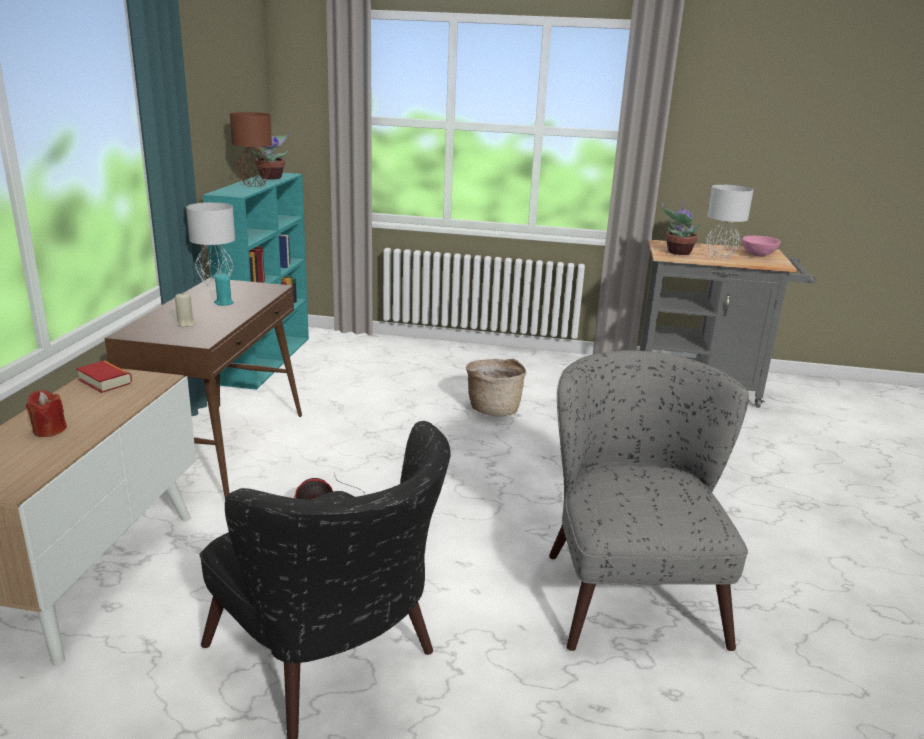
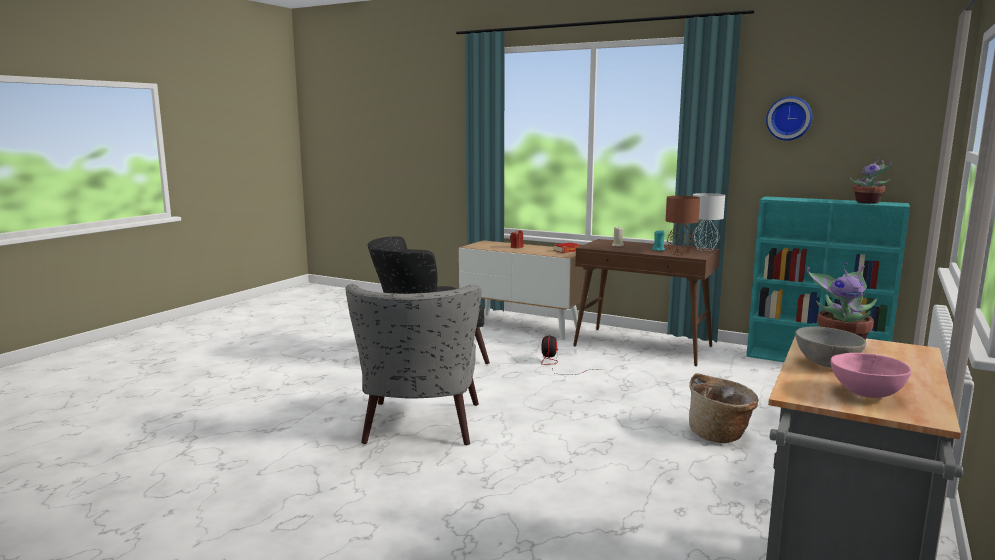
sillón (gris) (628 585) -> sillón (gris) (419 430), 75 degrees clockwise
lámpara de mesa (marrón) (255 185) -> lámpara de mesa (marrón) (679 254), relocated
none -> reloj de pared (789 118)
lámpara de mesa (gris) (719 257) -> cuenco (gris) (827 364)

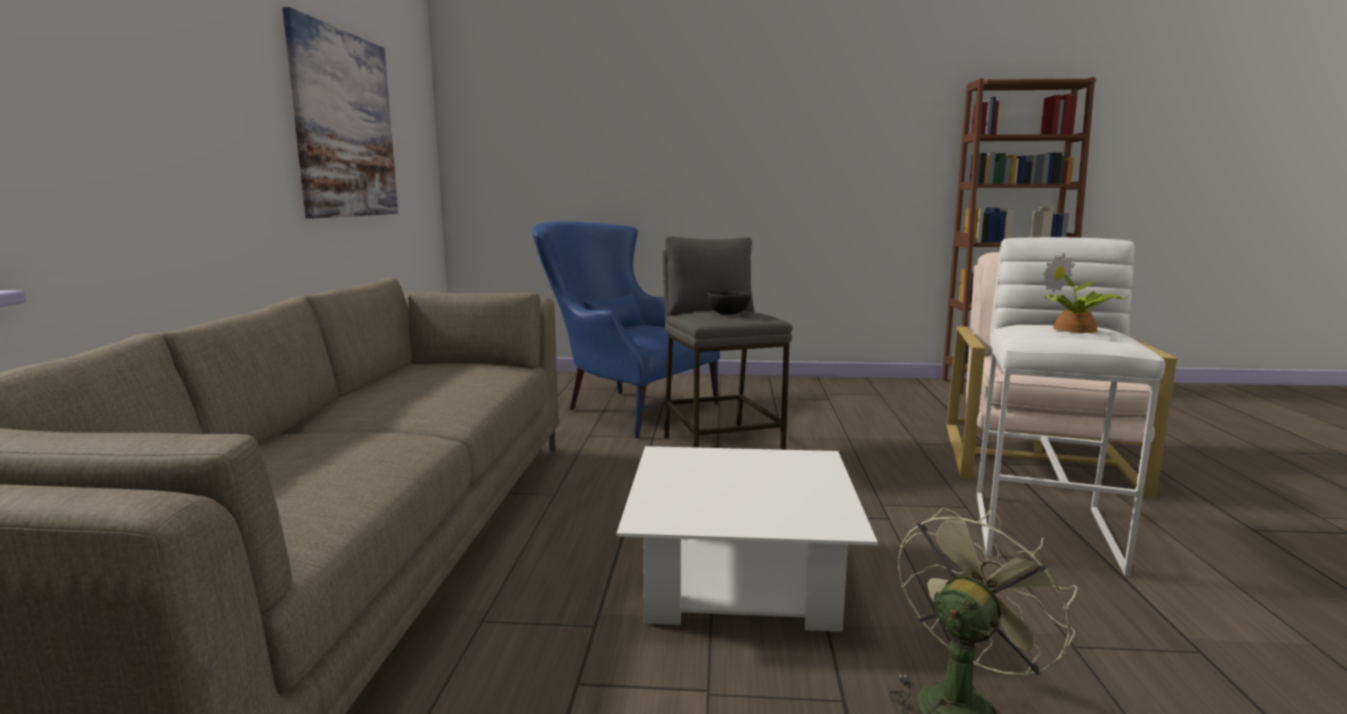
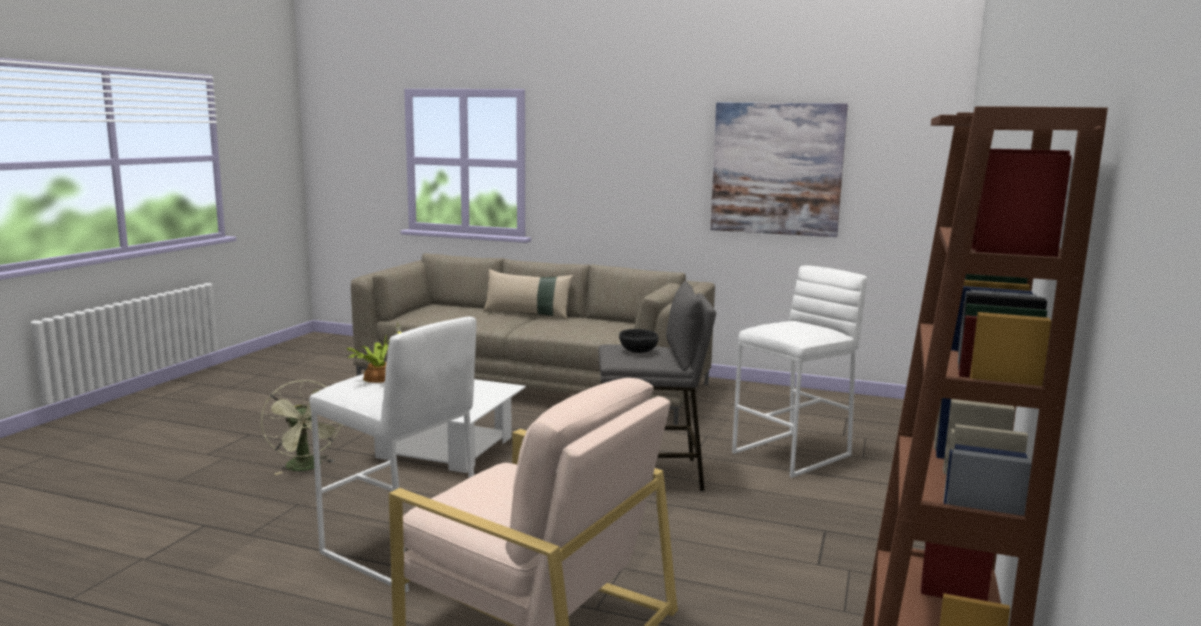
none -> cojín (beis) (528 314)
sillón (azul) (621 407) -> taburete (blanco) (793 454)

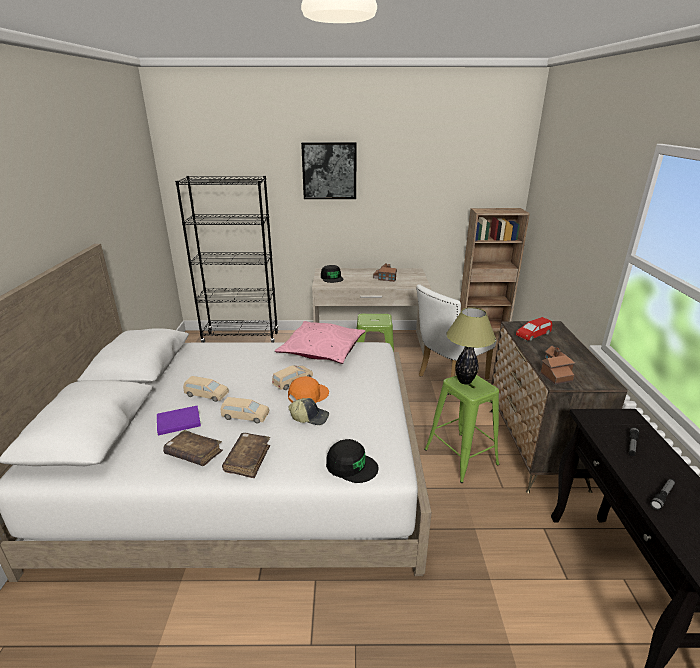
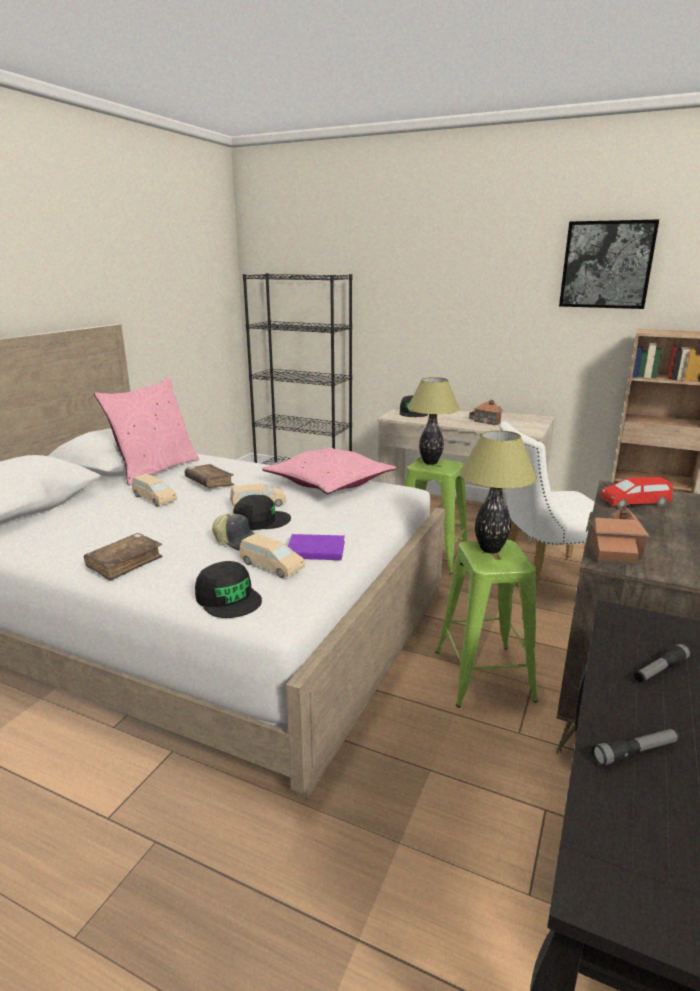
none -> cojín (rosa) (155 470)
libro (marrón) (194 454) -> libro (marrón) (209 483), relocated
gorra (naranja) (308 395) -> gorra (negro) (261 520)
coche de juguete (beis) (245 416) -> coche de juguete (beis) (271 566), relocated
libro (morado) (177 421) -> libro (morado) (314 549), relocated
none -> lámpara de mesa (430 462)
cuadro (329 171) -> cuadro (606 265), relocated

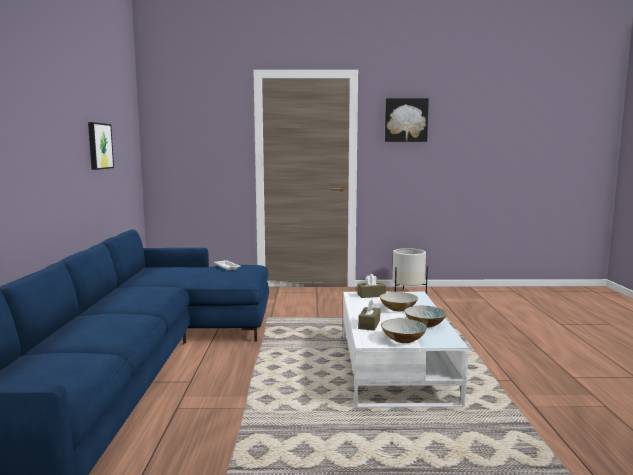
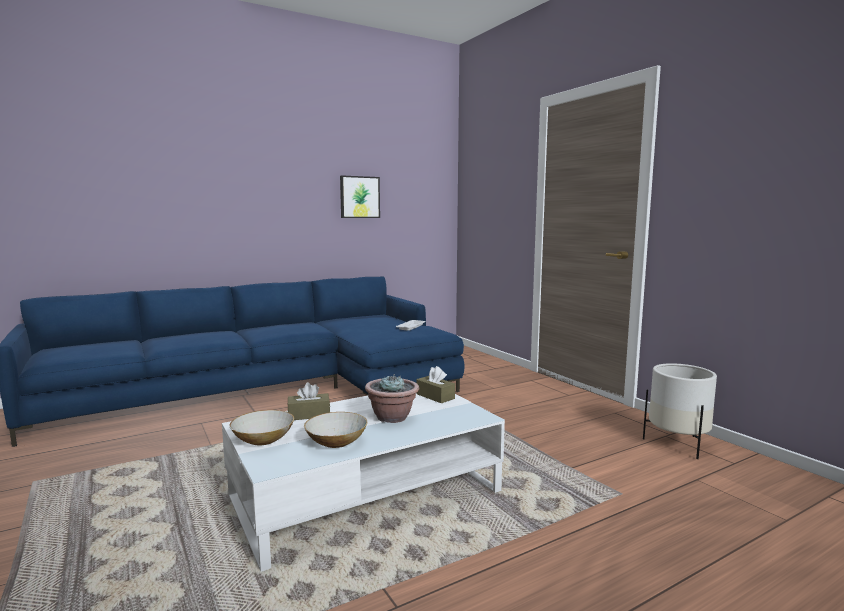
cuenco (397 308) -> planta en maceta (392 417)
cuadro (406 120) -> none

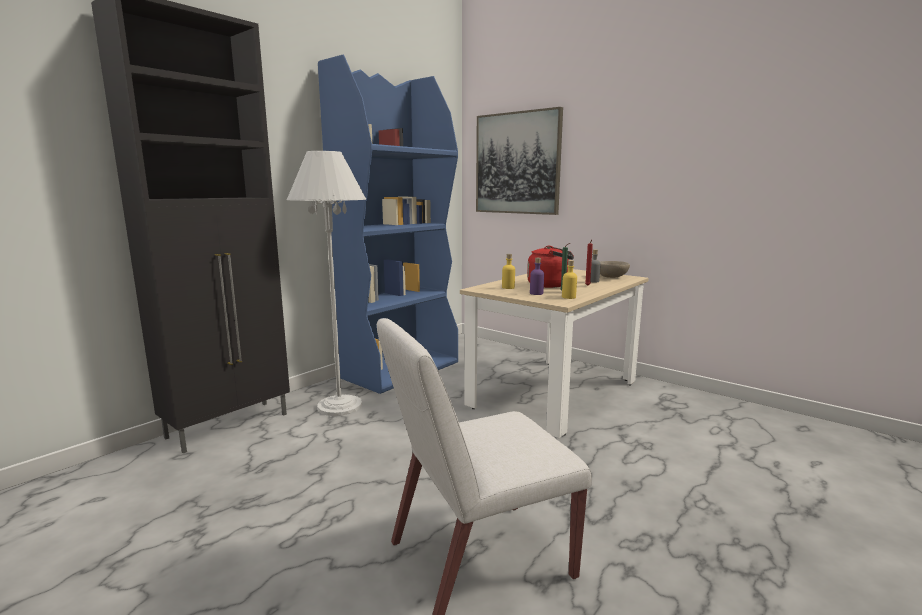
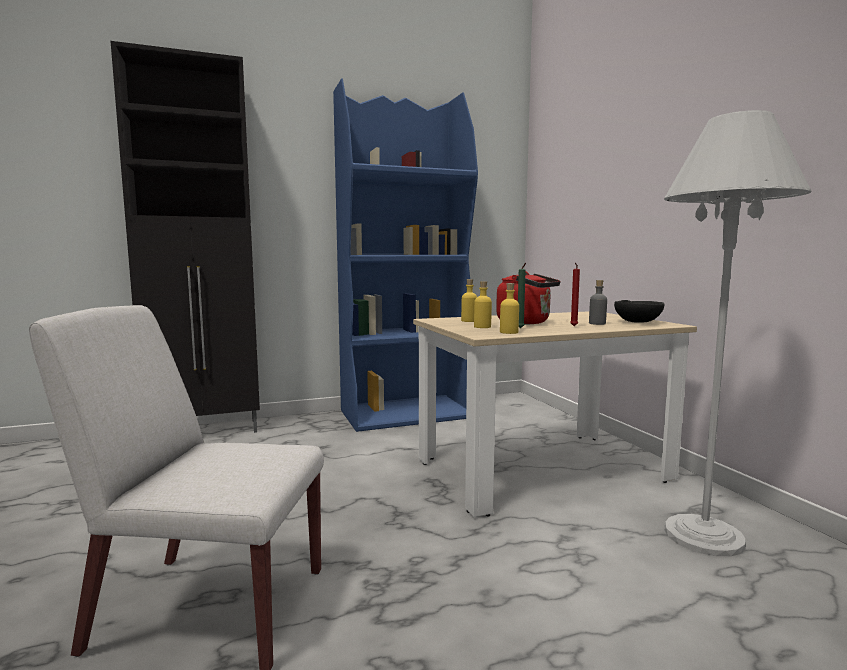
botella (morado) (536 293) -> botella (amarillo) (482 327)
cuenco (beis) (611 277) -> cuenco (negro) (638 322)
lámpara de pie (blanco) (339 406) -> lámpara de pie (blanco) (703 536), relocated
cuadro (517 163) -> none

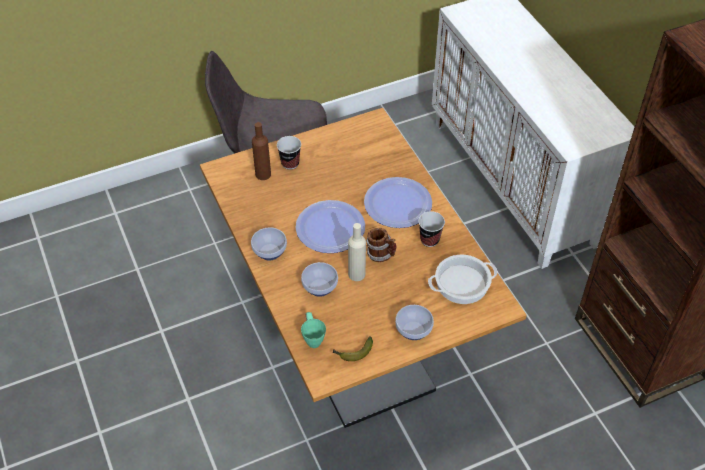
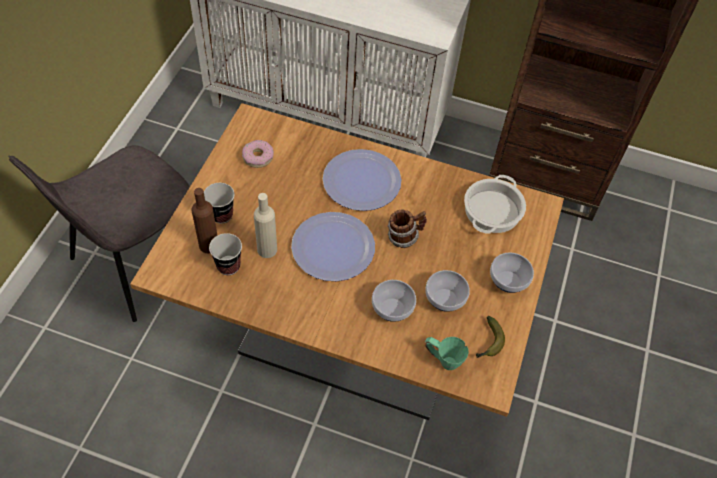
taza (429 240) -> taza (228 266), relocated
none -> rosquilla (258 157)
botella (beis) (356 274) -> botella (beis) (267 249), relocated
cuenco (270 253) -> cuenco (446 300), relocated

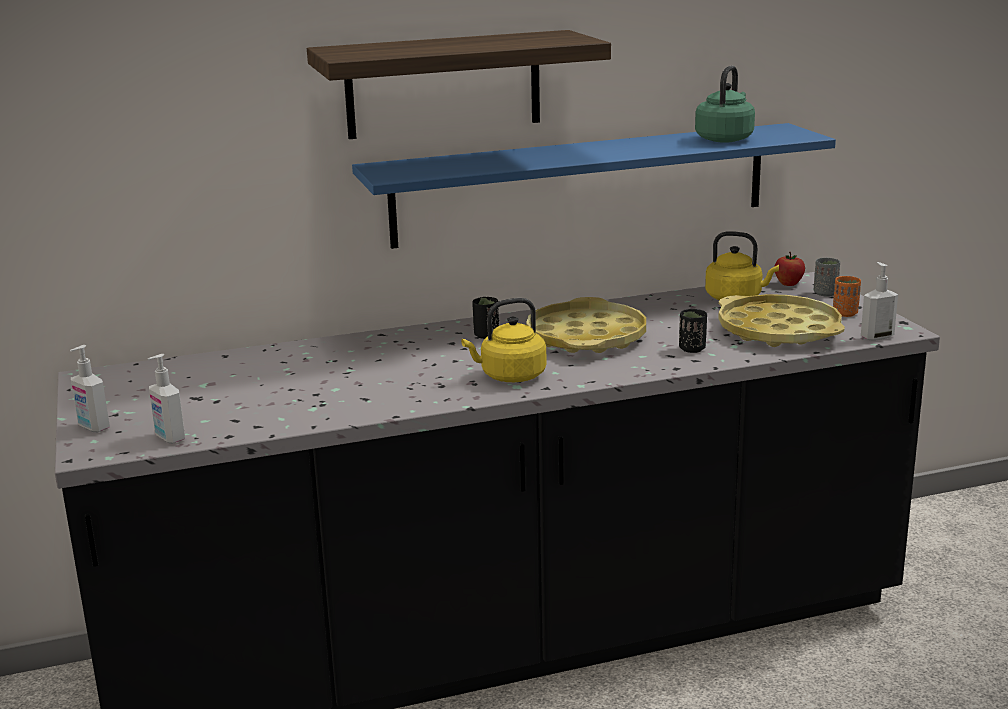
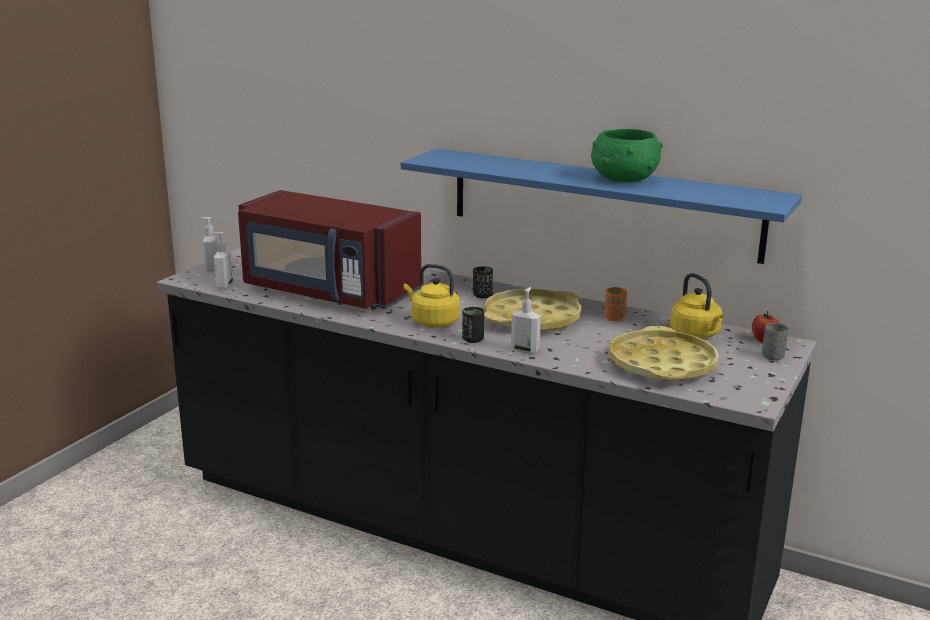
none -> microondas (rojo) (328 292)
taza (negro) (692 349) -> taza (negro) (473 339), relocated
dispensador de jabón (876 337) -> dispensador de jabón (525 350), relocated
none -> cuenco (verde) (623 179)
taza (naranja) (845 313) -> taza (naranja) (614 318), relocated
estante (443 84) -> none
hervidor (verde) (725 139) -> none

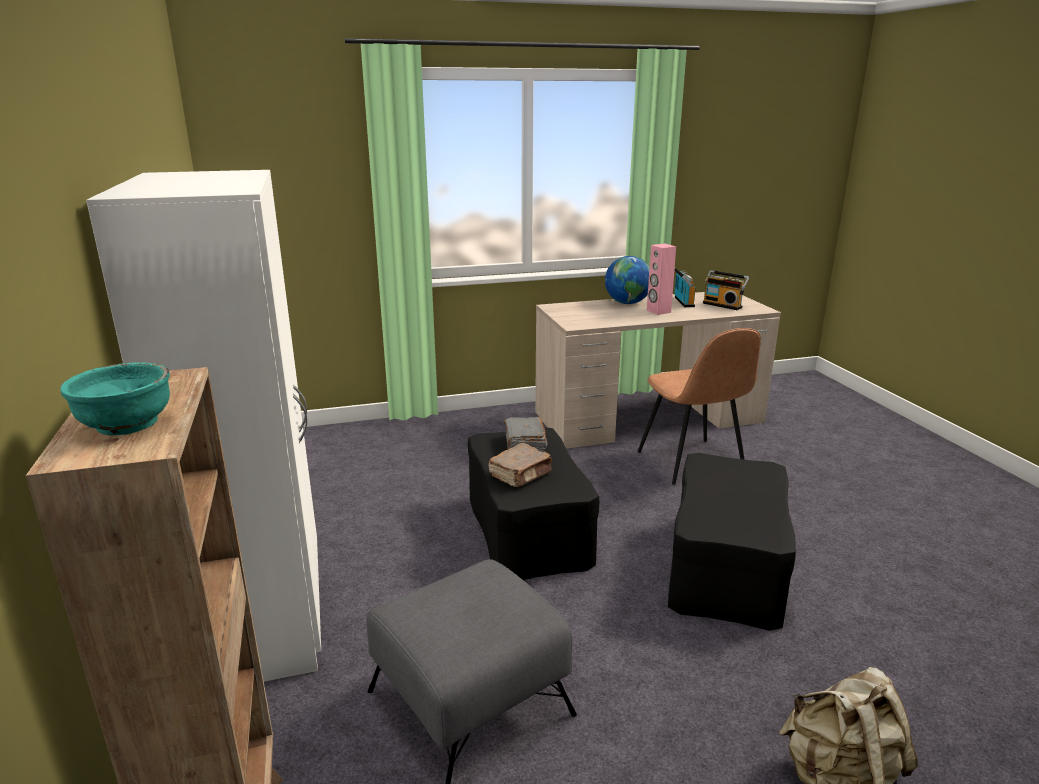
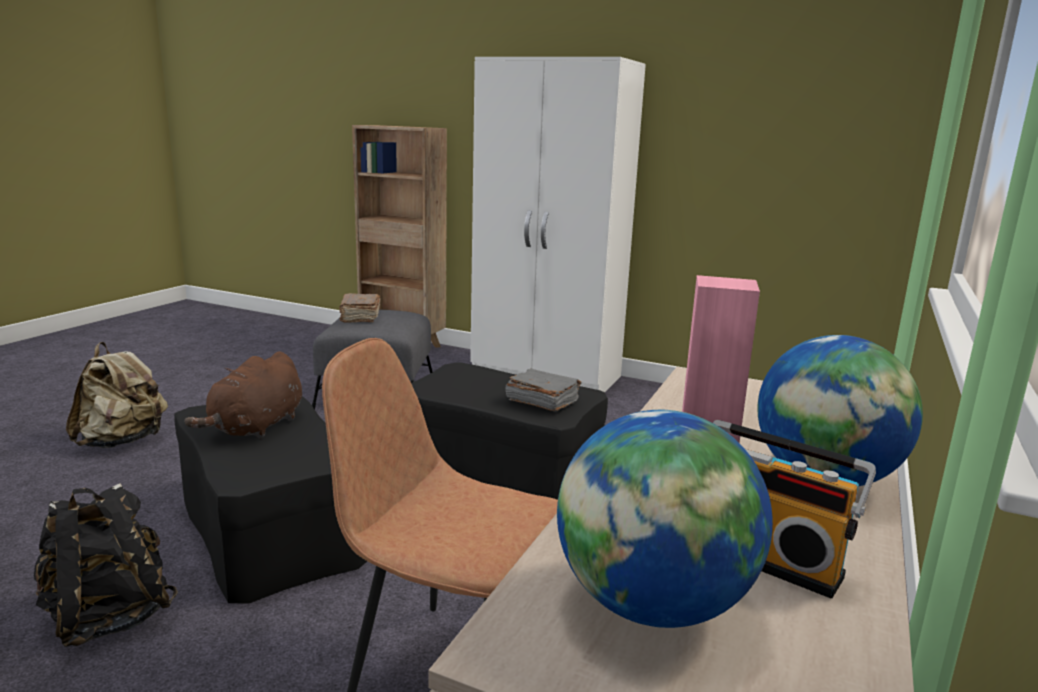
none -> mochila (negro) (108 617)
none -> peluche (marrón) (256 427)
libro (marrón) (521 474) -> libro (marrón) (359 317), relocated
radio (723 305) -> globo terráqueo (652 605)
cuenco (turquesa) (127 424) -> none

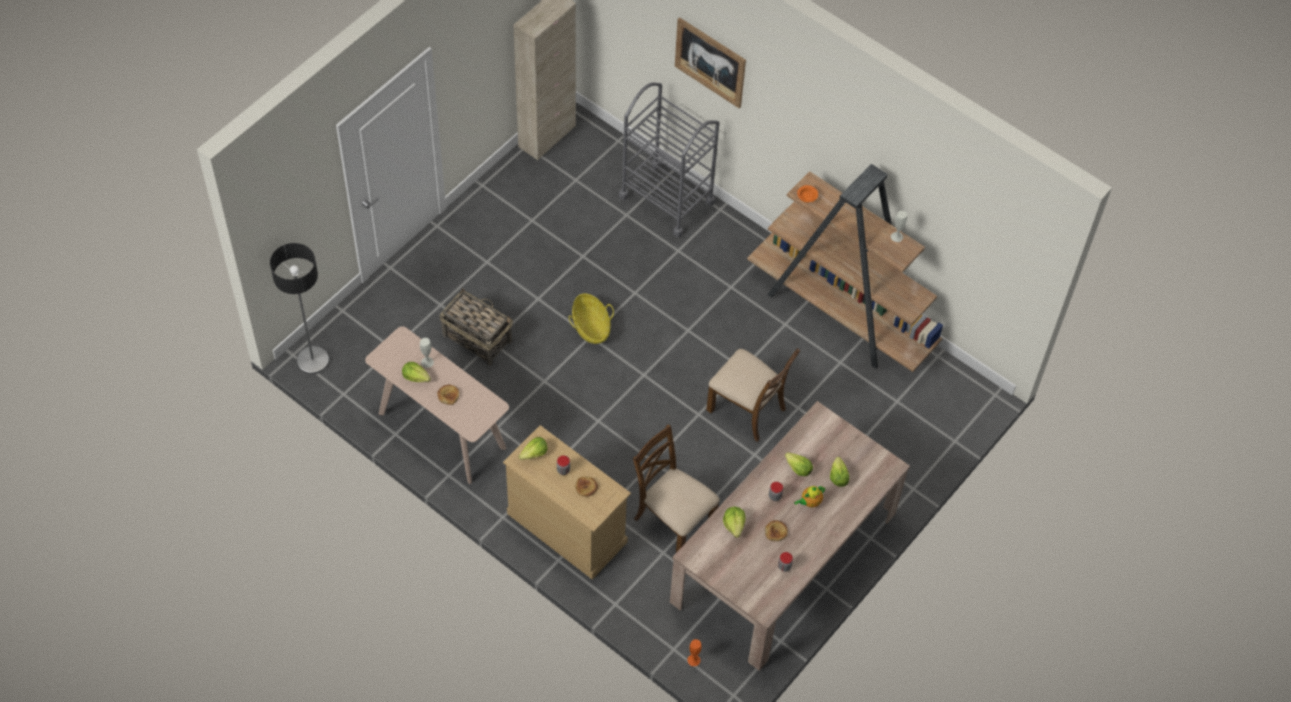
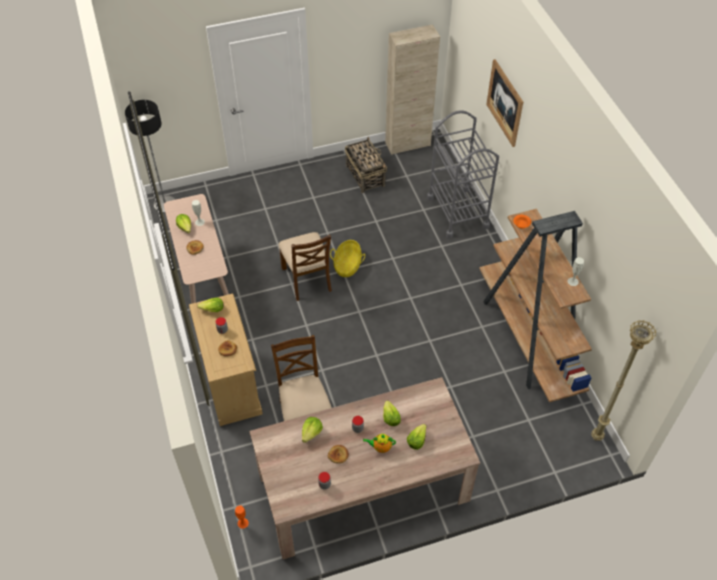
silla (marrón) (747 409) -> silla (marrón) (307 279), relocated
cesta (476 337) -> cesta (365 175), relocated
none -> lámpara de pie (beis) (595 437)

